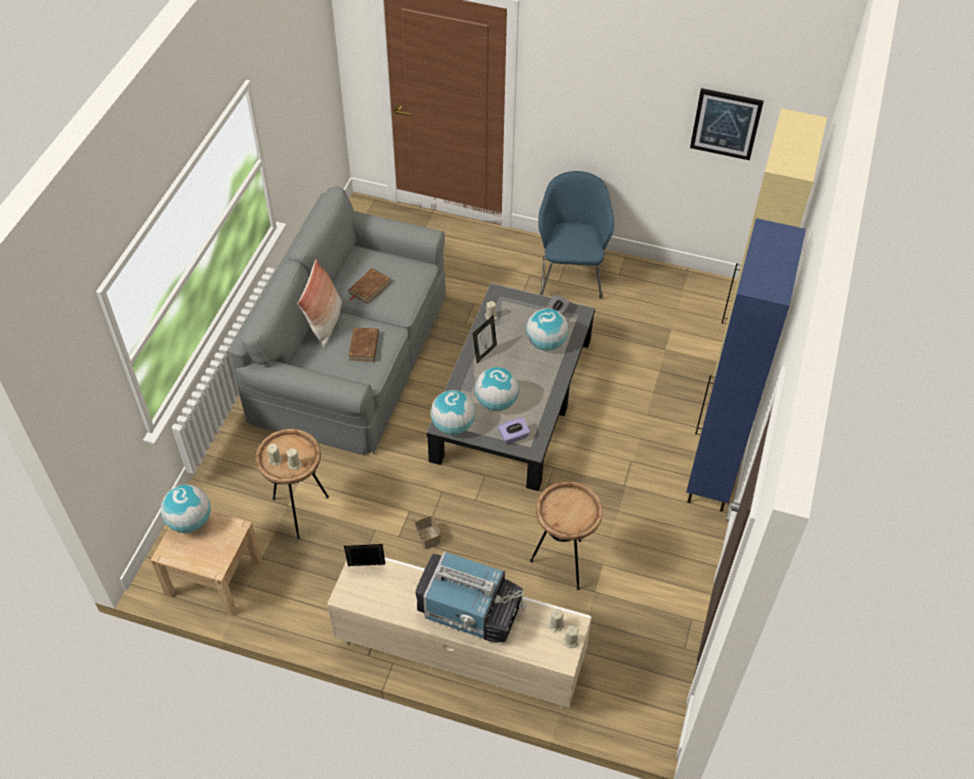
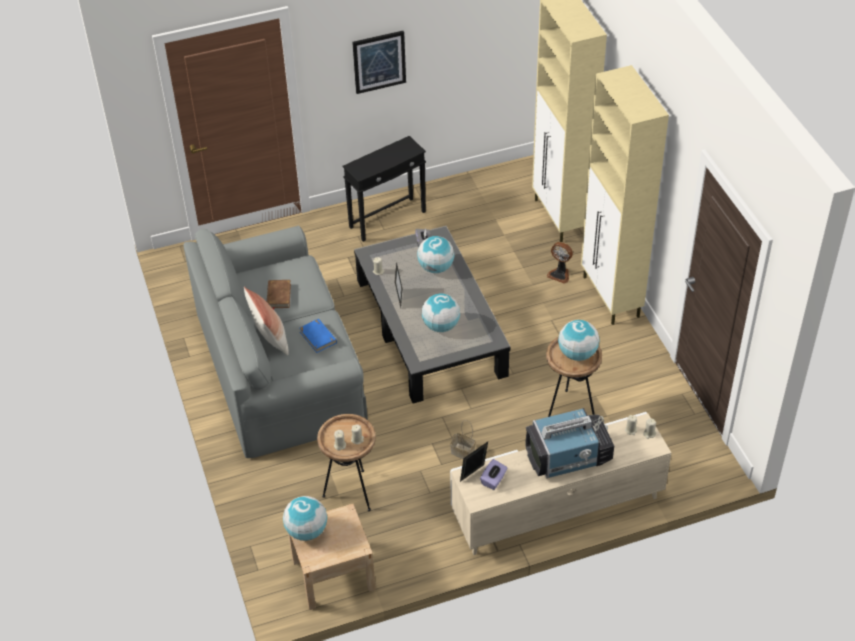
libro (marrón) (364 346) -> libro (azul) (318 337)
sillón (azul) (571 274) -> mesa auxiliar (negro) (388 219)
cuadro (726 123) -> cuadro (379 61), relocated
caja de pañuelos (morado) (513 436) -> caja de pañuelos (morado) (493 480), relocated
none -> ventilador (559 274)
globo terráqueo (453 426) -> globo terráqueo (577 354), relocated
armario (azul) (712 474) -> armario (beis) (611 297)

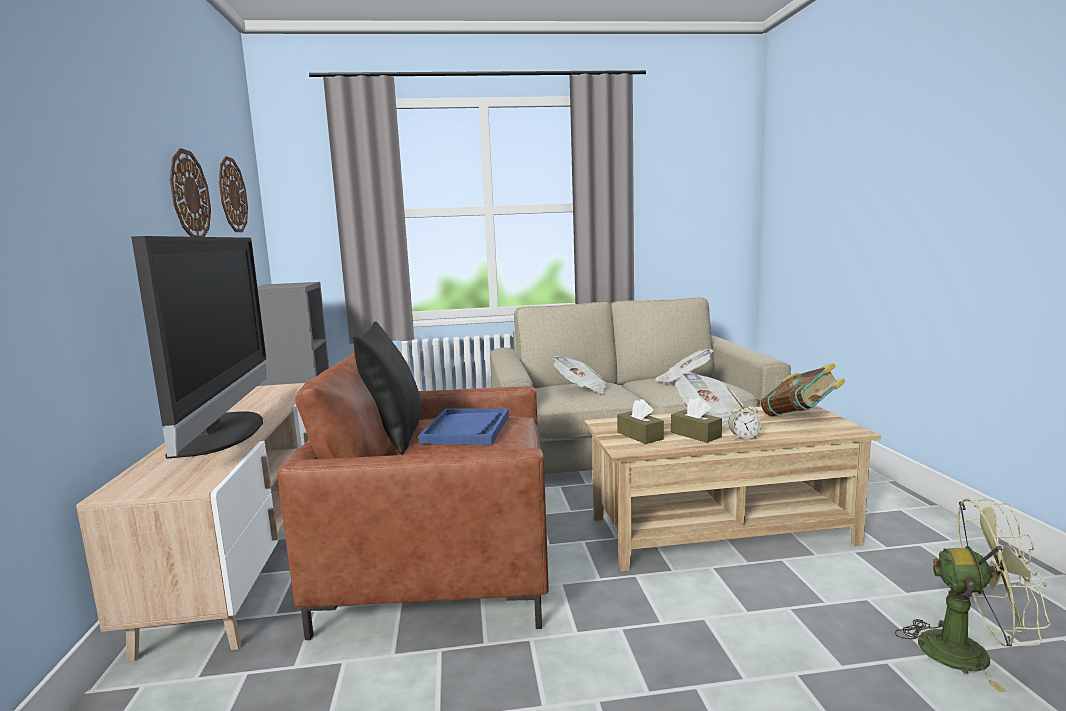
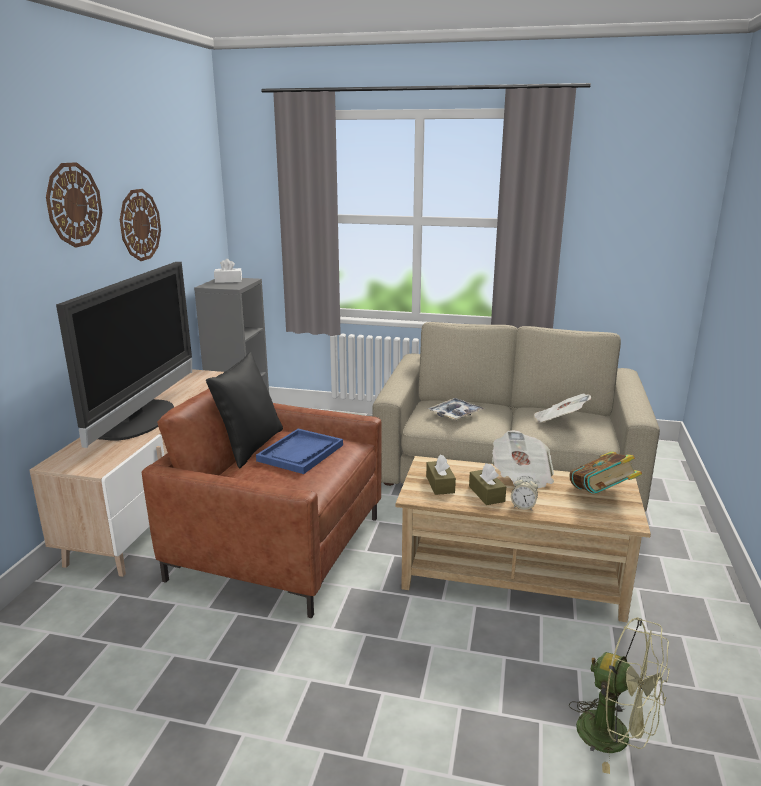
reloj de pared (232 195) -> reloj de pared (74 205), relocated
none -> caja de pañuelos (blanco) (228 281)
periódico (581 389) -> bandeja (455 414)

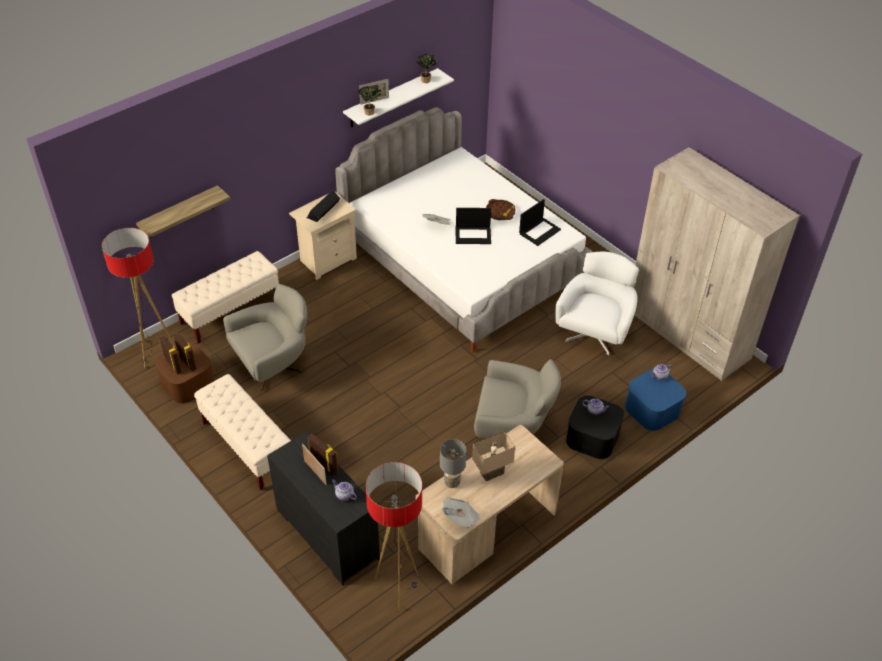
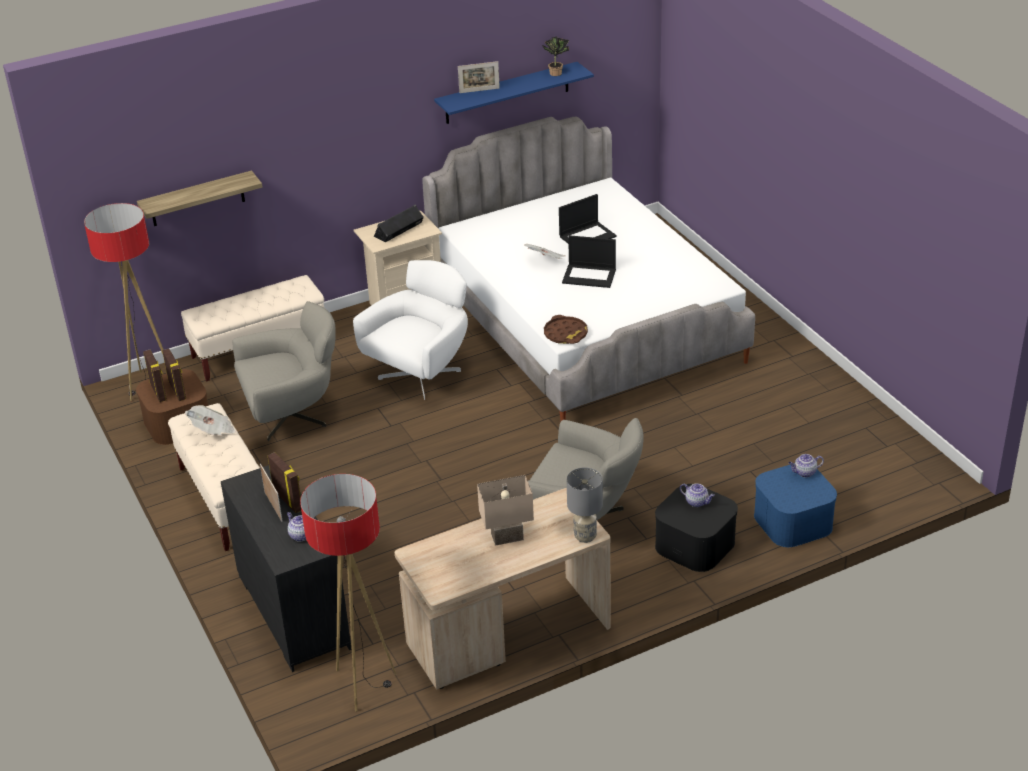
periódico (461 518) -> periódico (213 431), relocated
sillón (blanco) (594 332) -> sillón (blanco) (421 373), relocated
estante (blanco) (391 98) -> estante (azul) (507 93)
bandeja (marrón) (500 212) -> bandeja (marrón) (565 334), relocated
portátil (539 231) -> portátil (587 236), relocated
lámpara de mesa (gris) (452 482) -> lámpara de mesa (gris) (585 536), relocated
planta en maceta (370 112) -> none
armario ropero (beis) (687 334) -> none

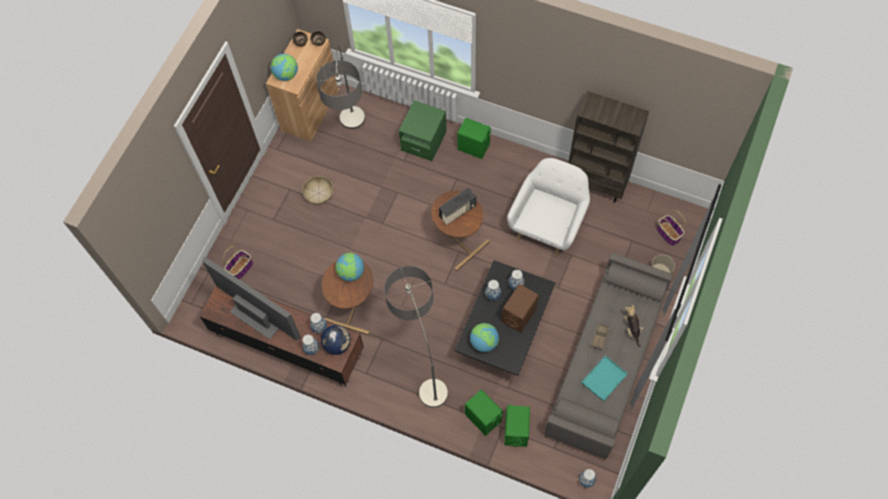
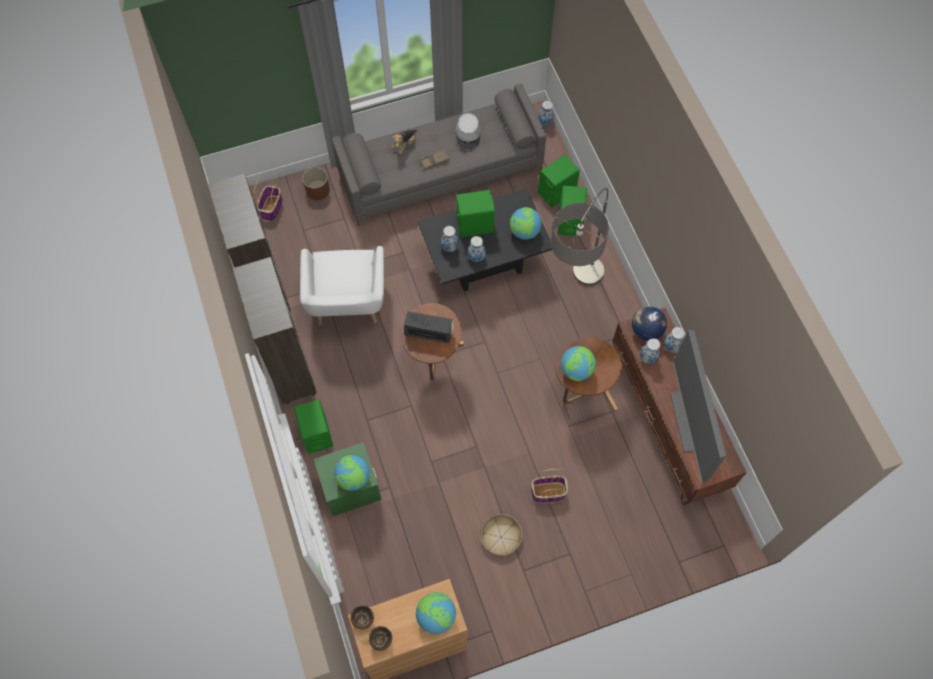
none -> estantería (marrón) (291 373)
sillón (blanco) (548 225) -> sillón (blanco) (347 305), 75 degrees counterclockwise
none -> globo terráqueo (353 478)
bandeja (turquesa) (604 379) -> sombrero (gris) (468 134)
altavoz (marrón) (519 315) -> altavoz (verde) (474 225)
cesta (241 268) -> cesta (547 492), relocated
lámpara de pie (353 144) -> none

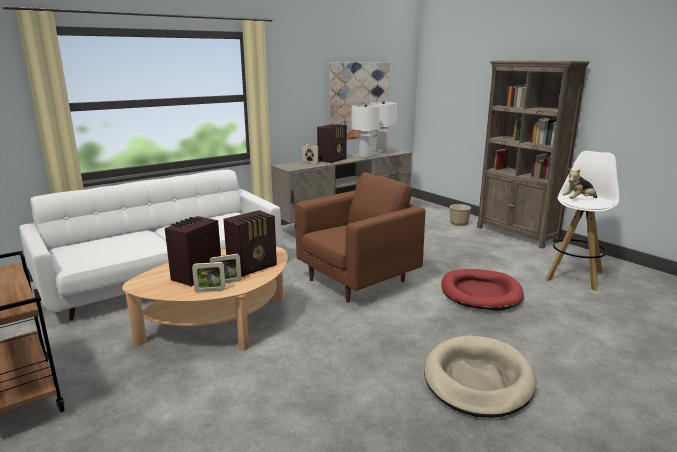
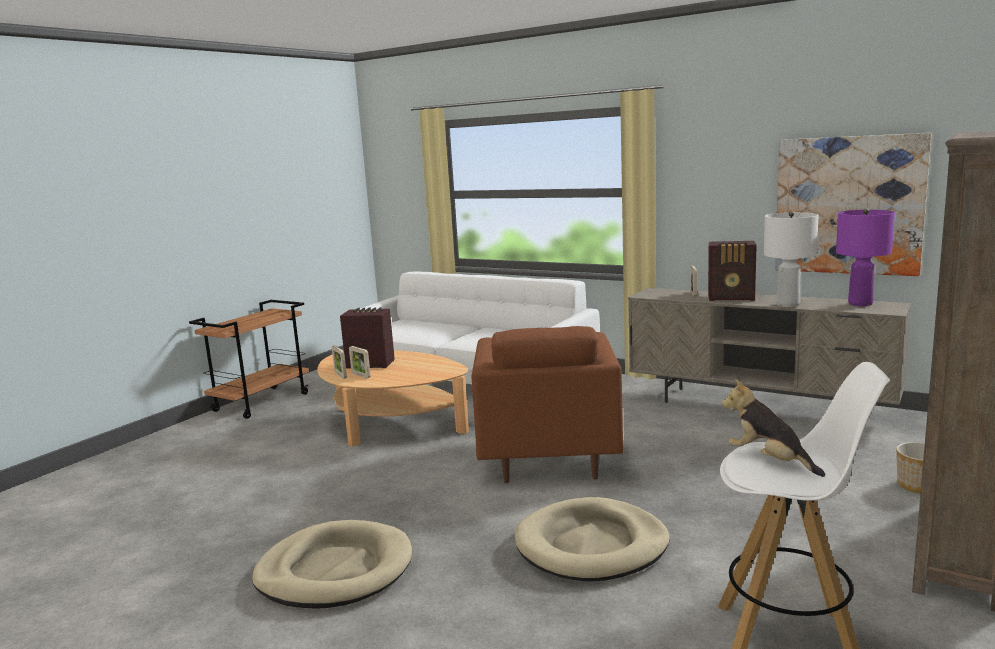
sillón (marrón) (357 281) -> sillón (marrón) (547 457), 60 degrees clockwise
cama para perro (rojo) (480 293) -> cama para perro (beis) (592 545)
lámpara de mesa (blanco) (382 151) -> lámpara de mesa (morado) (860 304)
radio (253 267) -> none

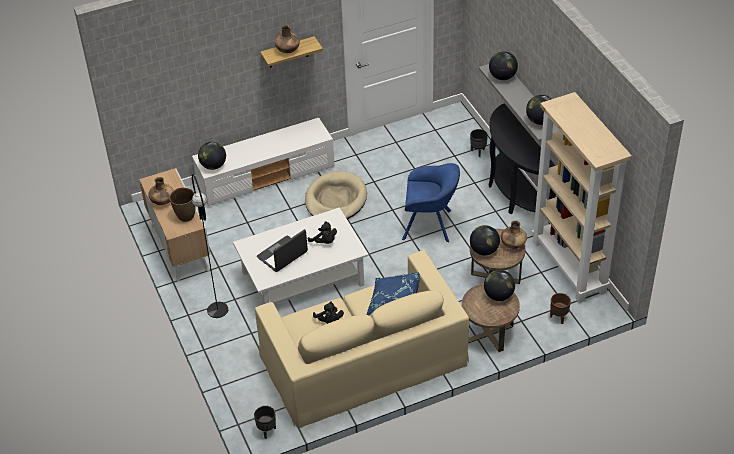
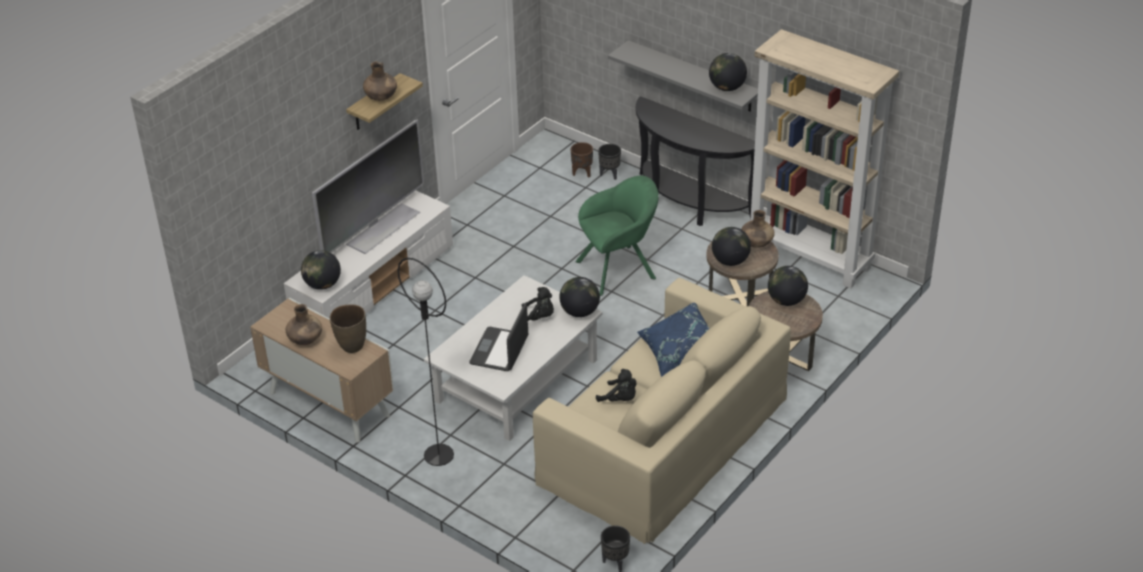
none -> televisor (382 228)
globo terráqueo (502 77) -> globo terráqueo (580 312), relocated
maceta (marrón) (558 318) -> maceta (marrón) (582 173), relocated
sillón (azul) (430 225) -> sillón (verde) (619 268)
cama para perro (beis) (335 200) -> none

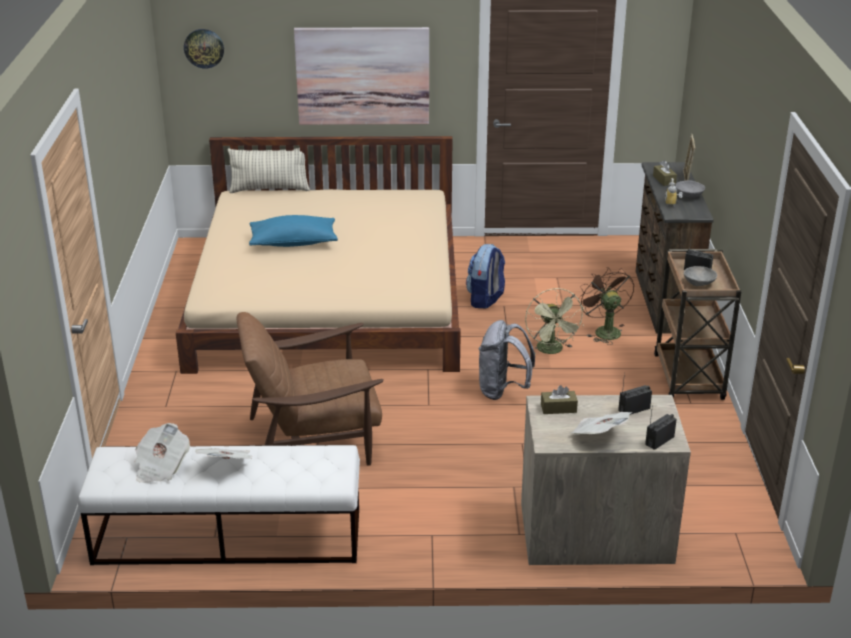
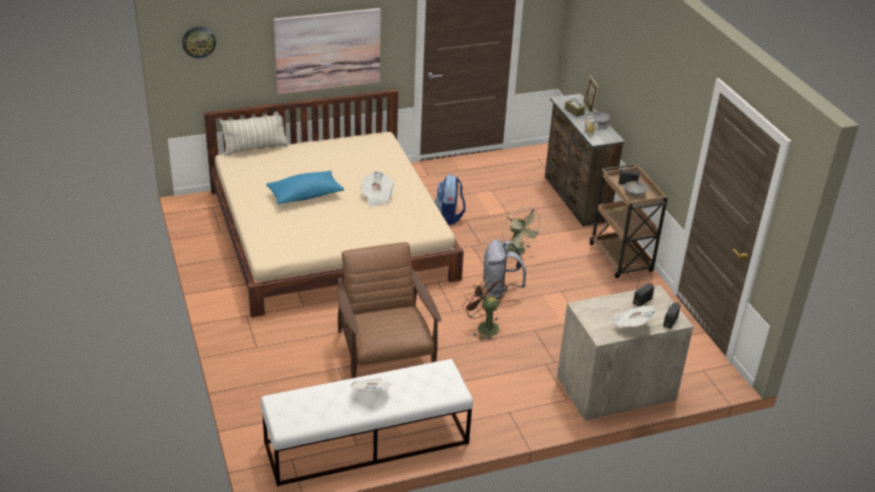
sillón (marrón) (314 439) -> sillón (marrón) (385 353), 105 degrees clockwise
periódico (161 467) -> periódico (376 197), relocated
ventilador (marrón) (604 330) -> ventilador (marrón) (484 327), relocated
caja de pañuelos (marrón) (558 408) -> none

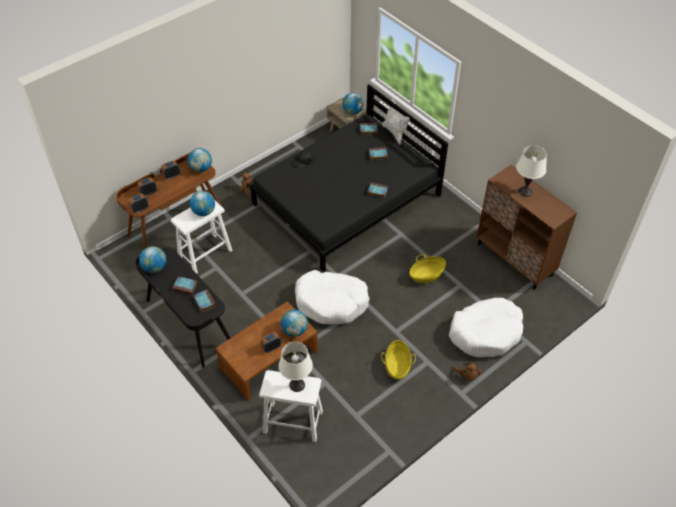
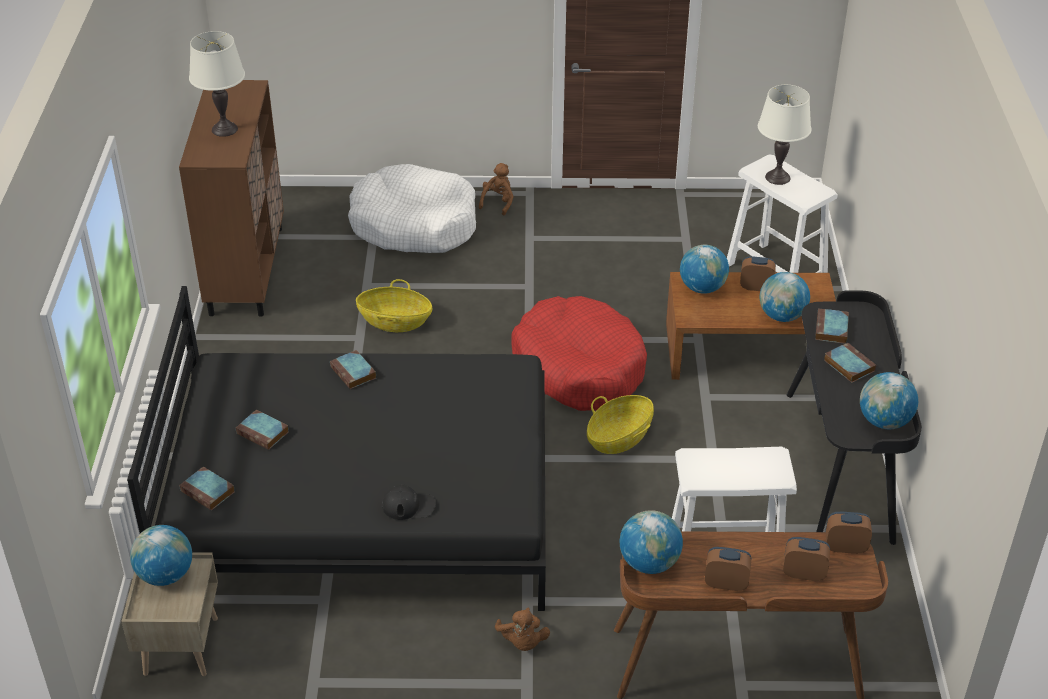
cama para perro (blanco) (331 302) -> cama para perro (rojo) (579 367)
cesta (397 366) -> cesta (619 437), relocated
globo terráqueo (204 212) -> globo terráqueo (781 316), relocated
cojín (blanco) (395 133) -> none

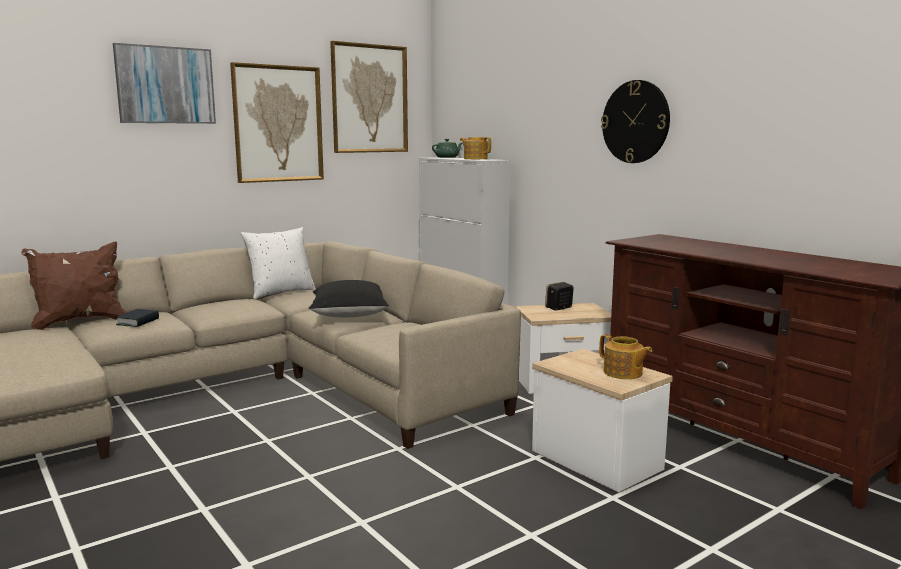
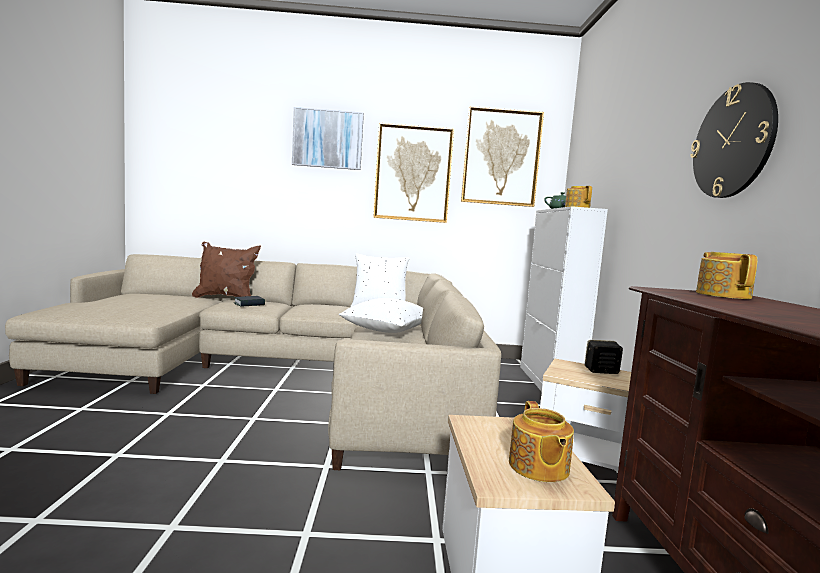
cojín (negro) (349 315) -> cojín (blanco) (387 330)
none -> tetera (723 295)

